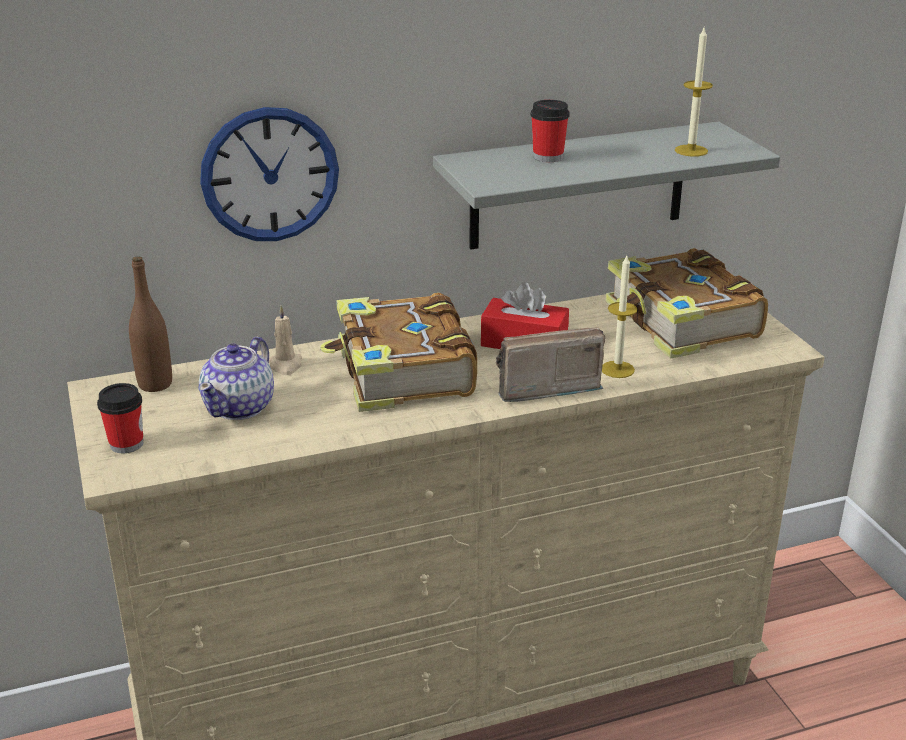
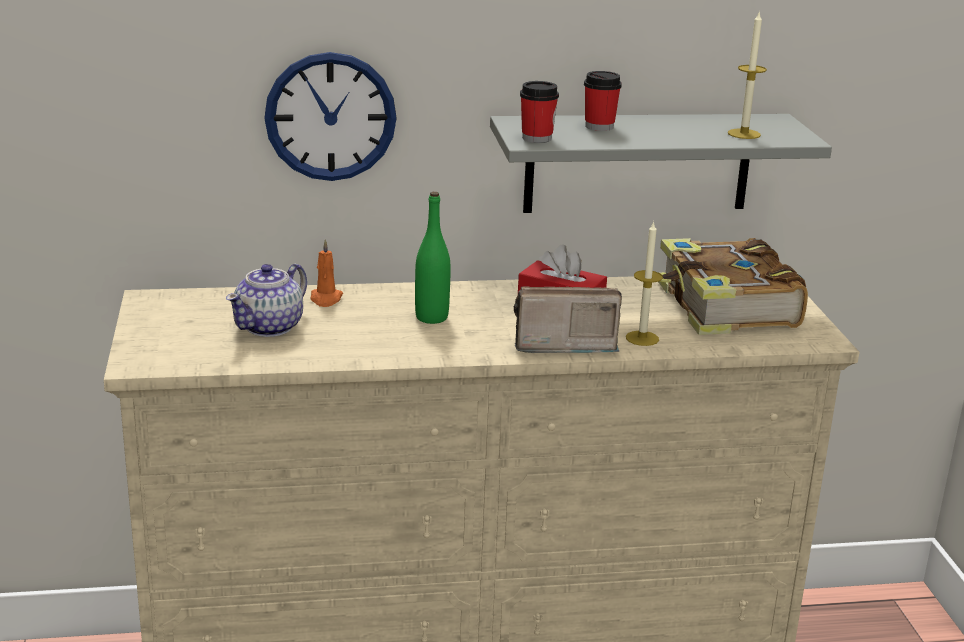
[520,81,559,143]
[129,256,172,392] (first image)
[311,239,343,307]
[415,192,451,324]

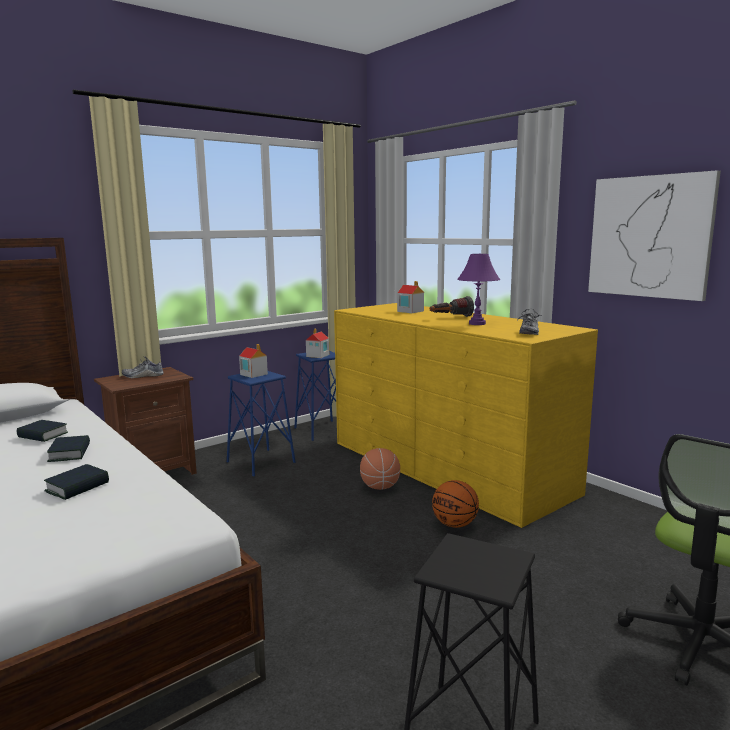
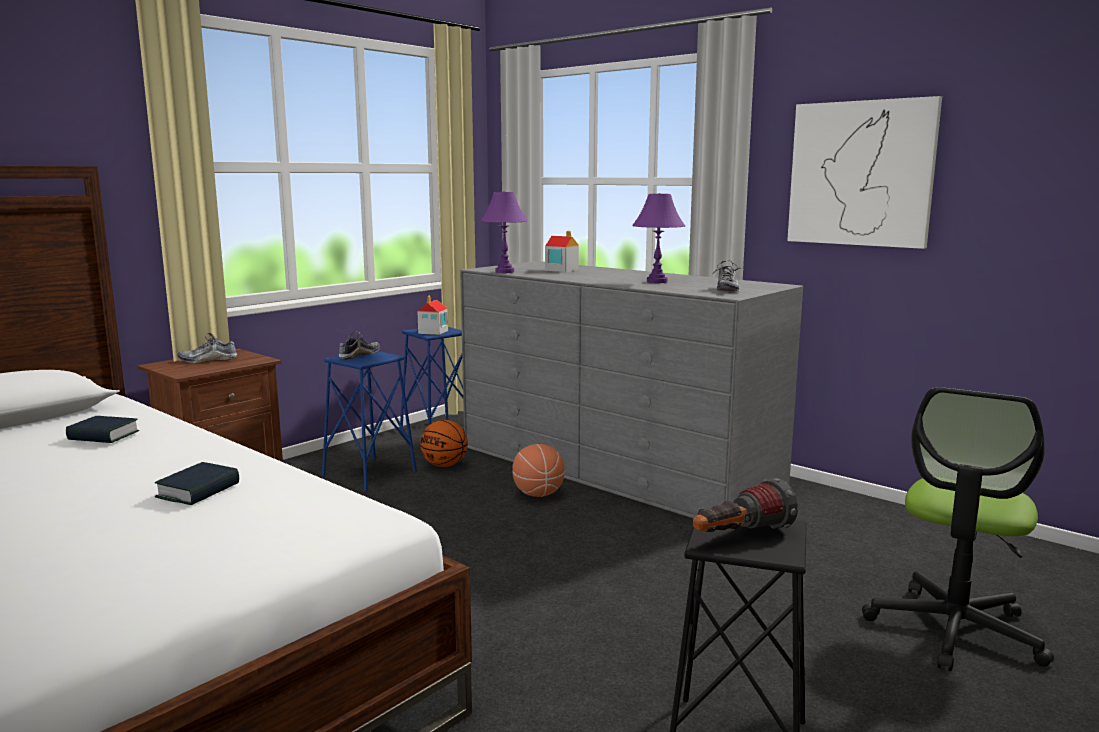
[47,435,90,462] (first image)
[339,331,380,359]
[460,261,803,518]
[693,478,798,532]
[420,420,468,467]
[481,191,528,273]

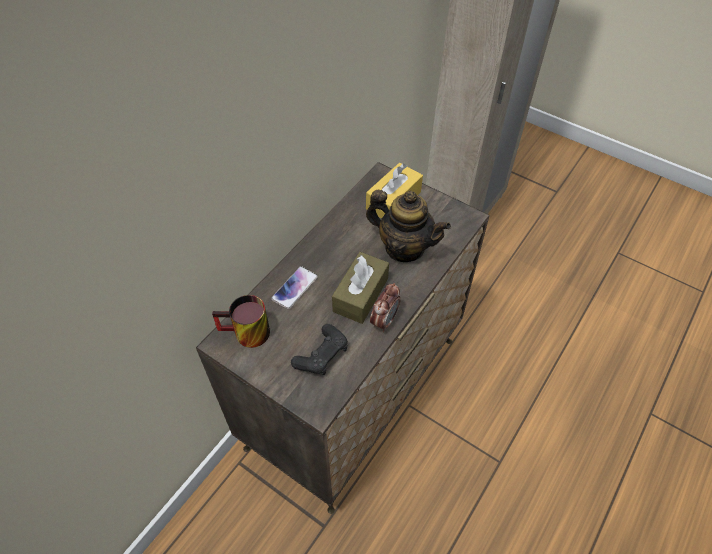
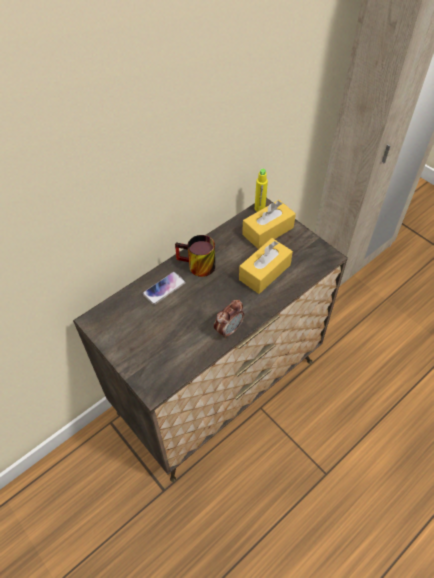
[175,235,215,277]
[291,324,348,375] (first image)
[332,252,389,324] (first image)
[239,238,293,294]
[255,169,268,212]

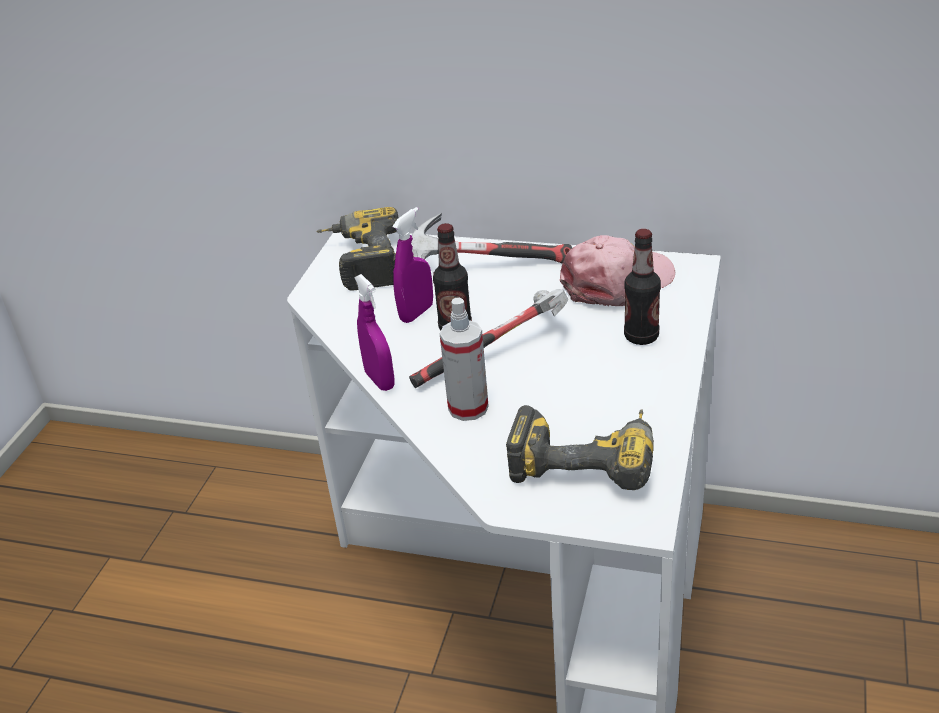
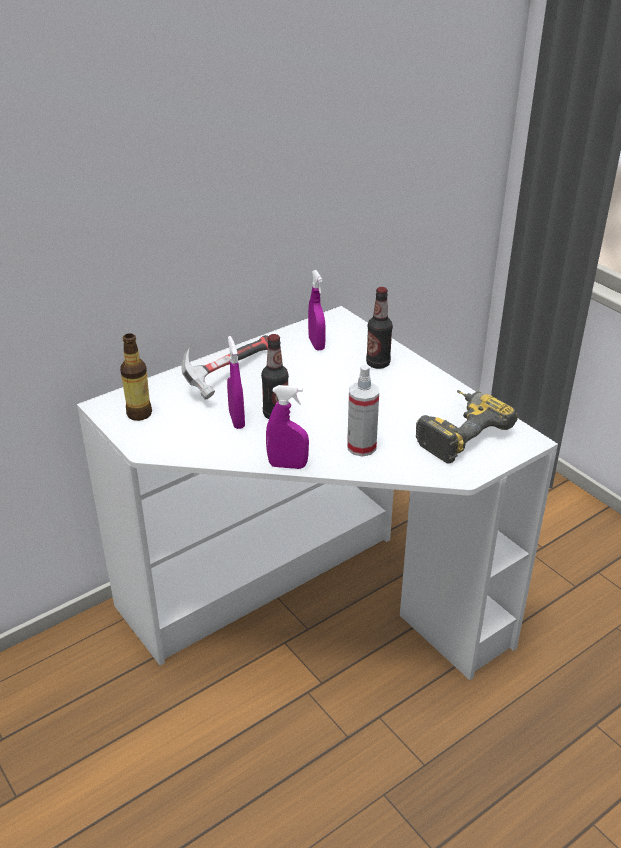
[120,333,152,421]
[409,289,568,388] (first image)
[308,270,326,351]

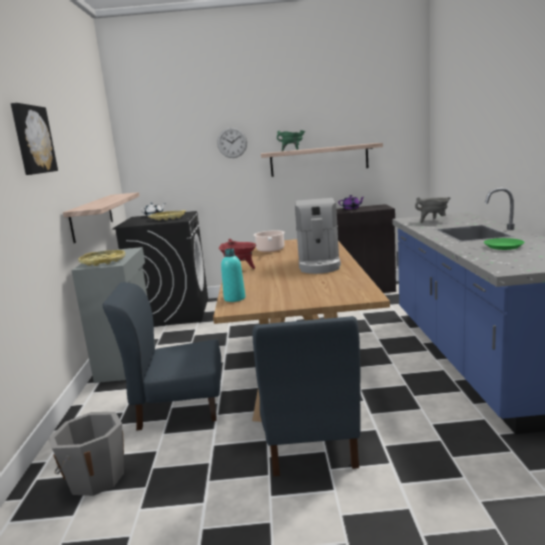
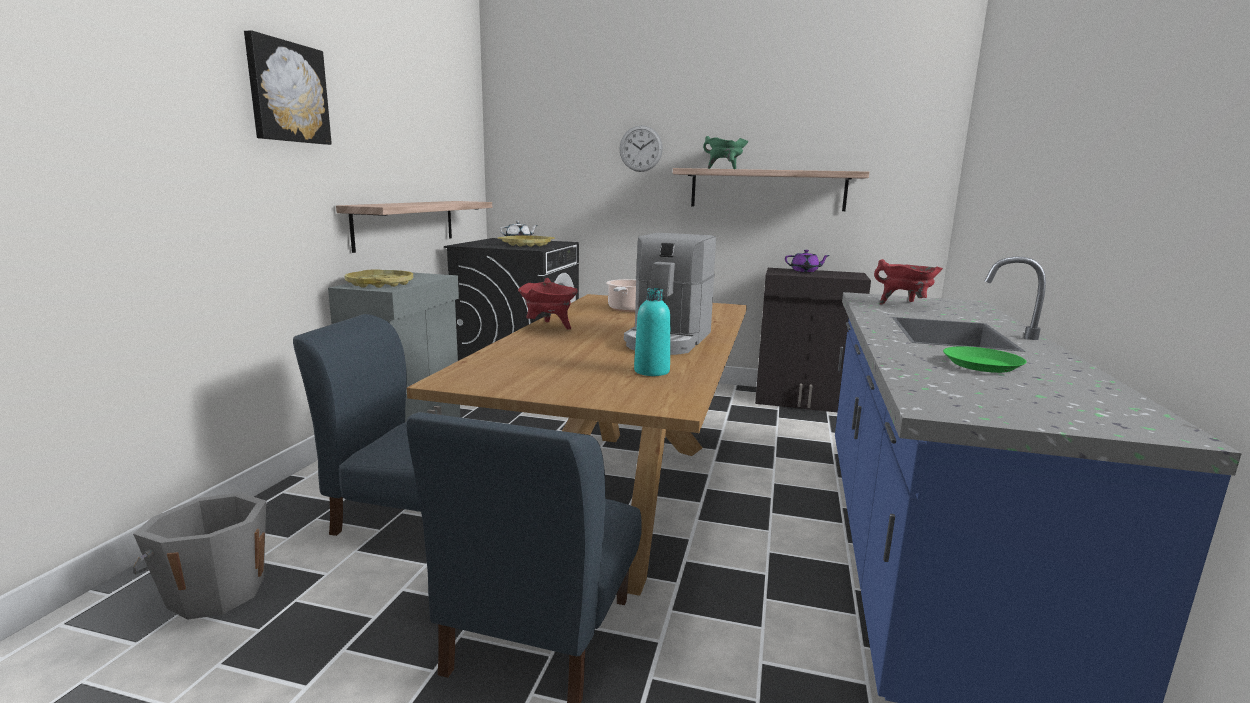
[634,288,670,376]
[874,259,943,304]

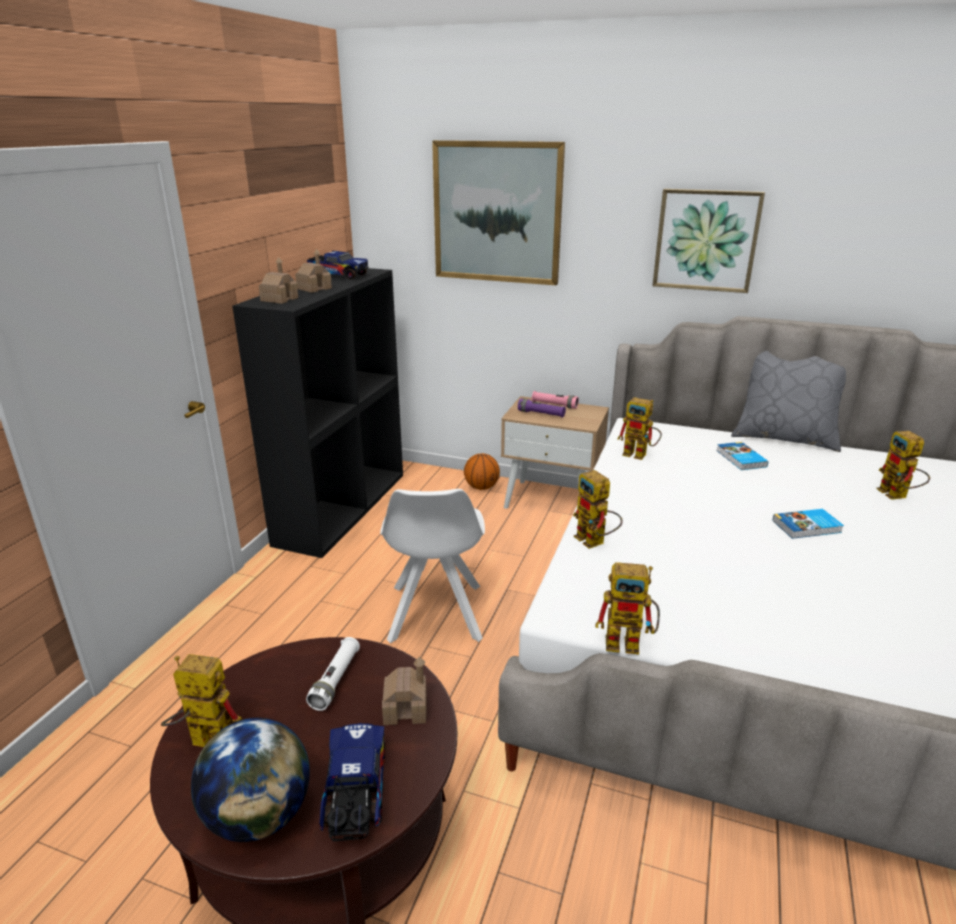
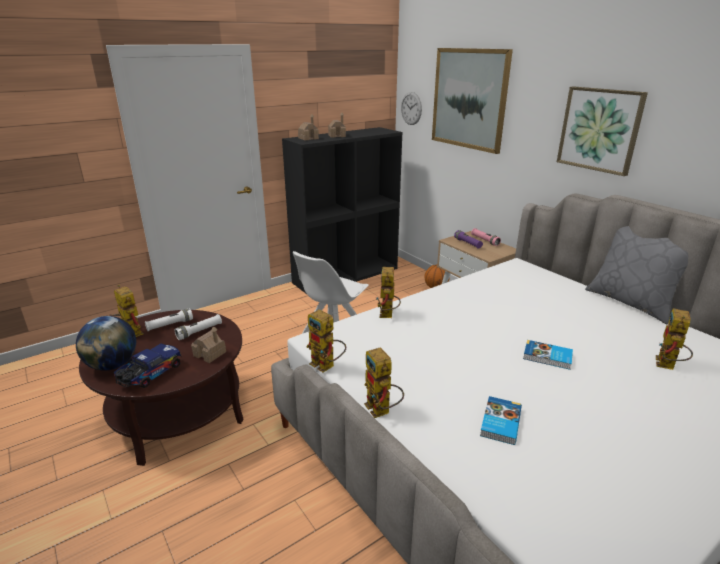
[307,251,369,280] (first image)
[364,347,404,418]
[480,396,522,445]
[145,308,193,331]
[401,92,422,125]

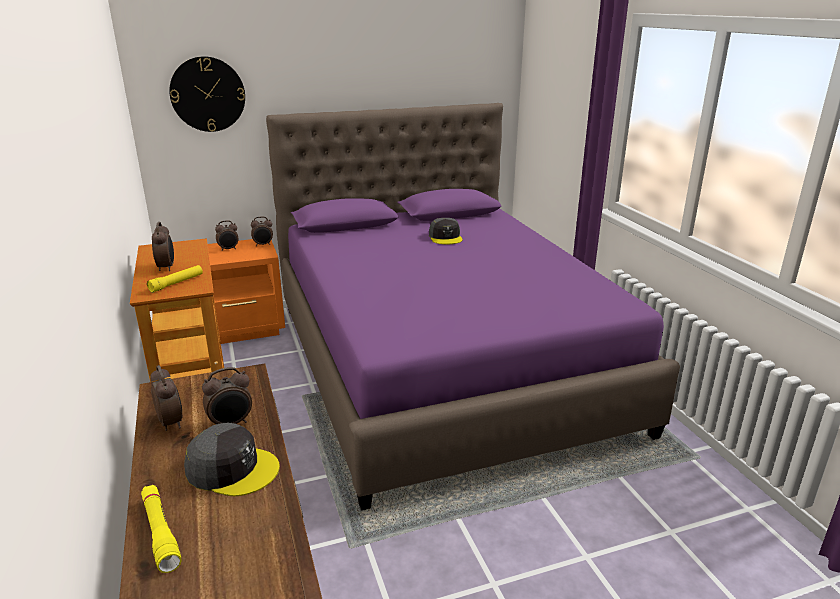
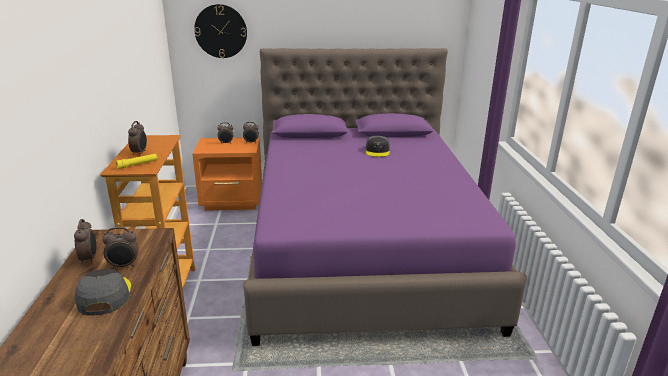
[141,485,181,573] (first image)
[75,269,131,316]

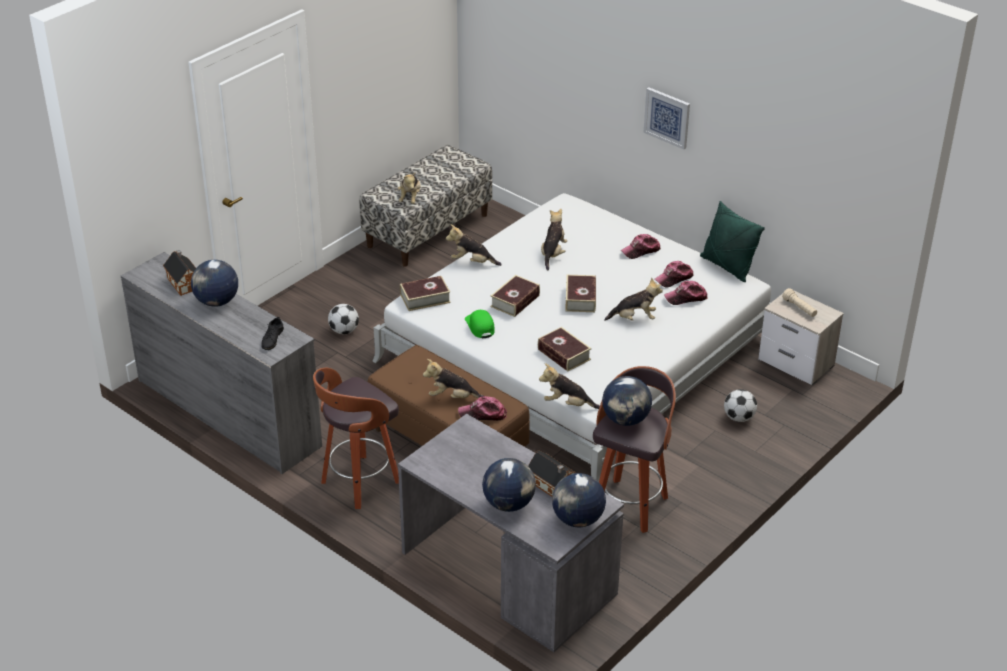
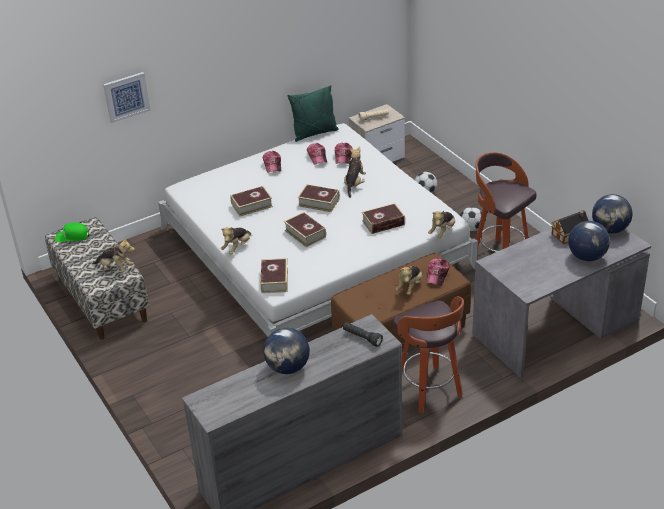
[163,250,196,296] (first image)
[343,322,383,347]
[460,207,482,232]
[55,223,89,242]
[230,186,273,216]
[602,376,652,426] (first image)
[103,72,151,123]

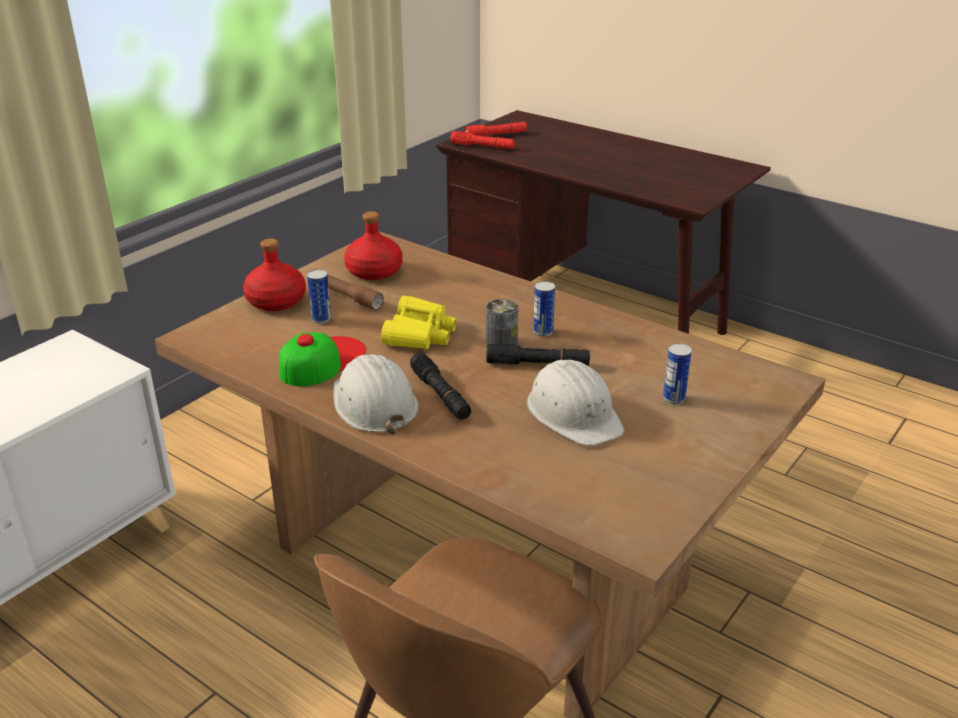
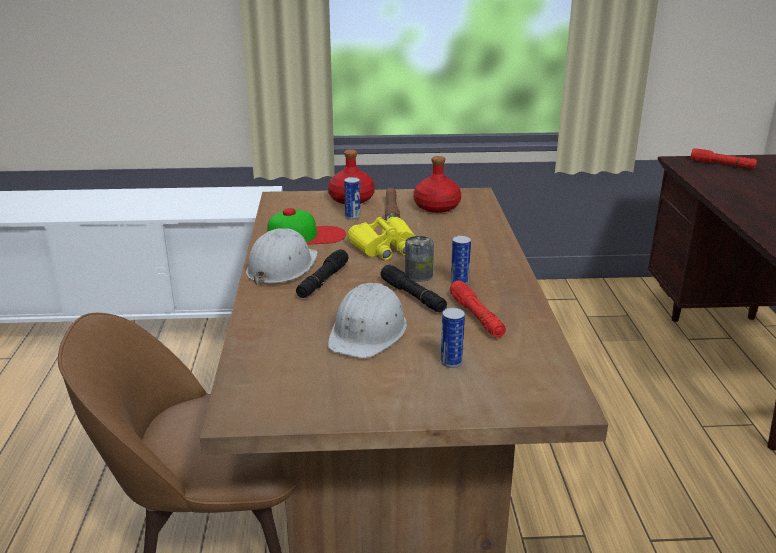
[450,281,506,338]

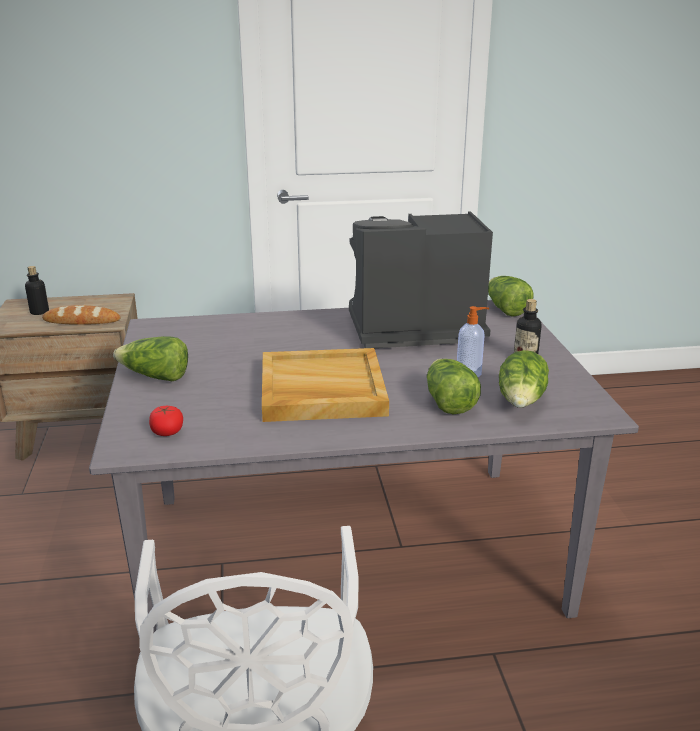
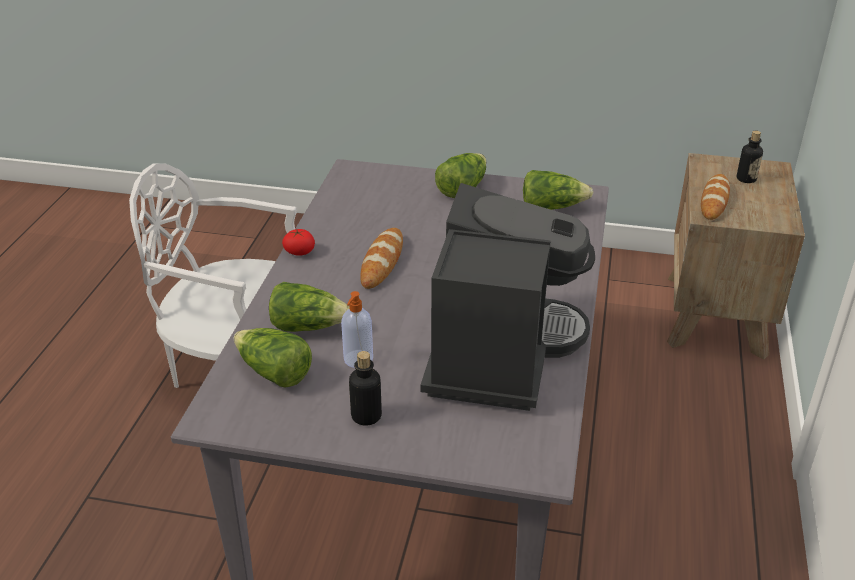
[282,228,315,256]
[360,228,403,289]
[523,170,593,210]

